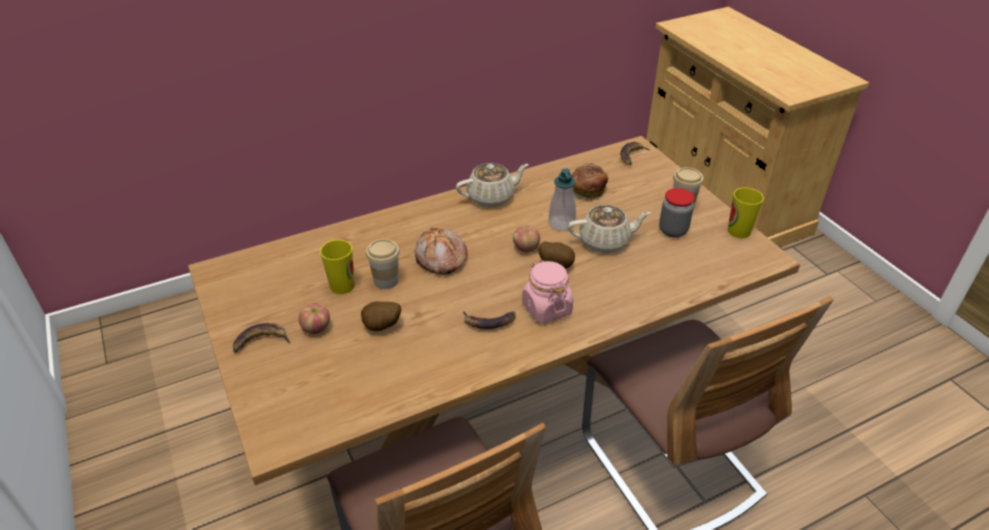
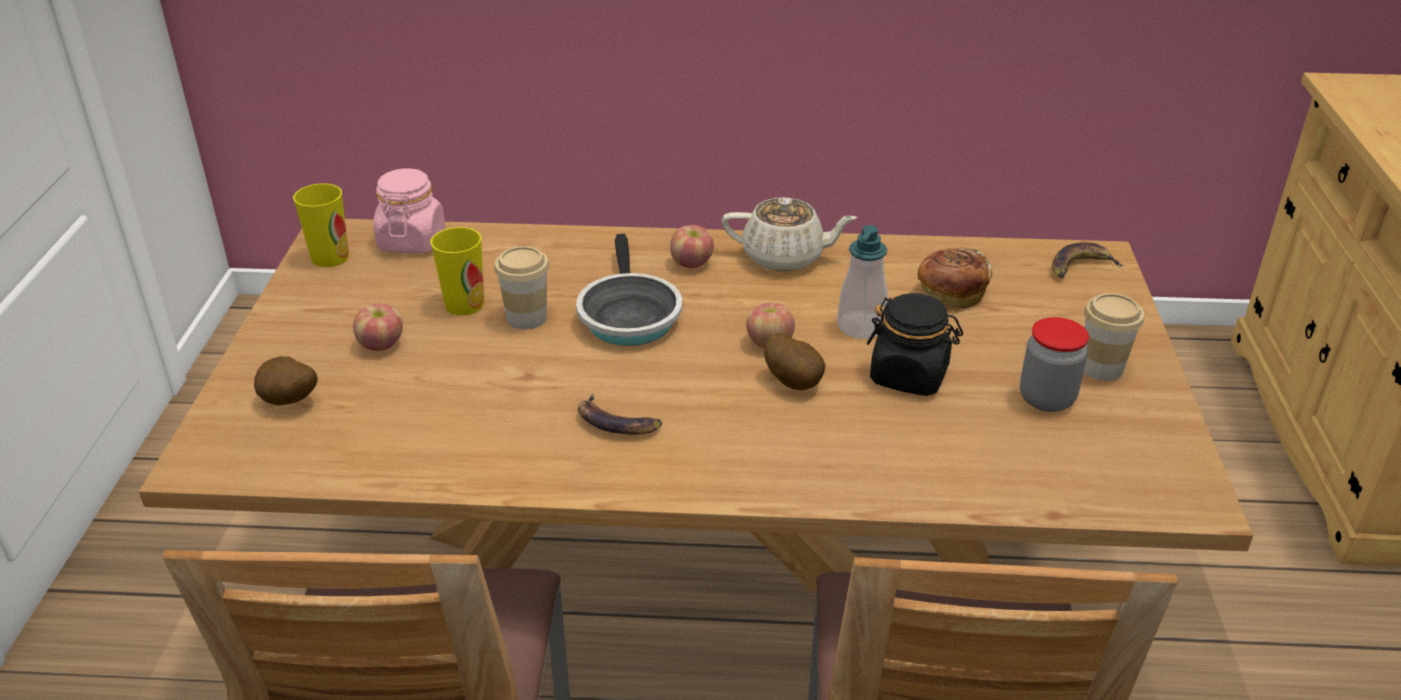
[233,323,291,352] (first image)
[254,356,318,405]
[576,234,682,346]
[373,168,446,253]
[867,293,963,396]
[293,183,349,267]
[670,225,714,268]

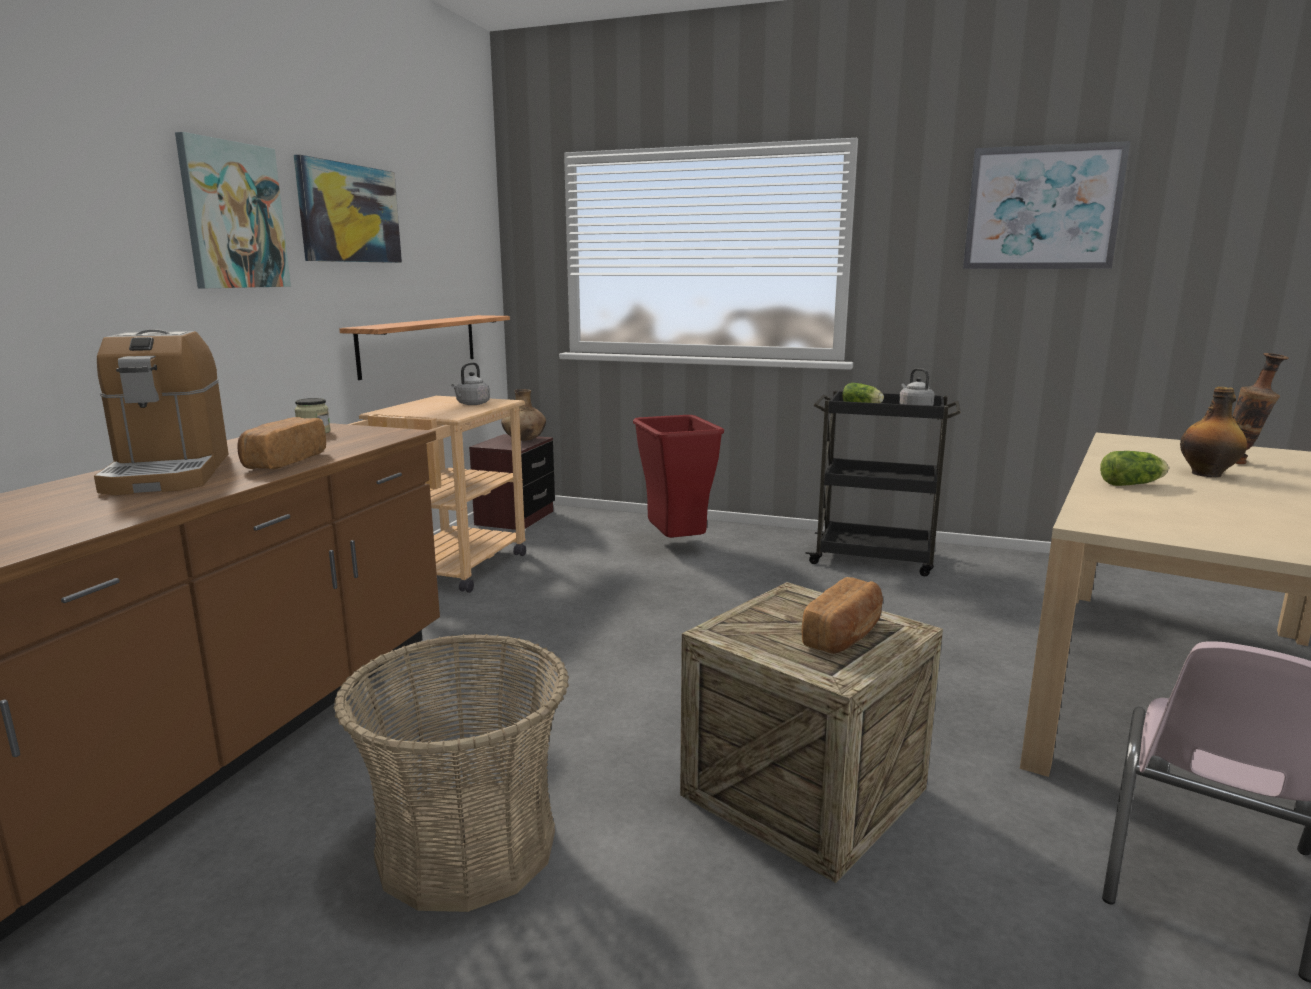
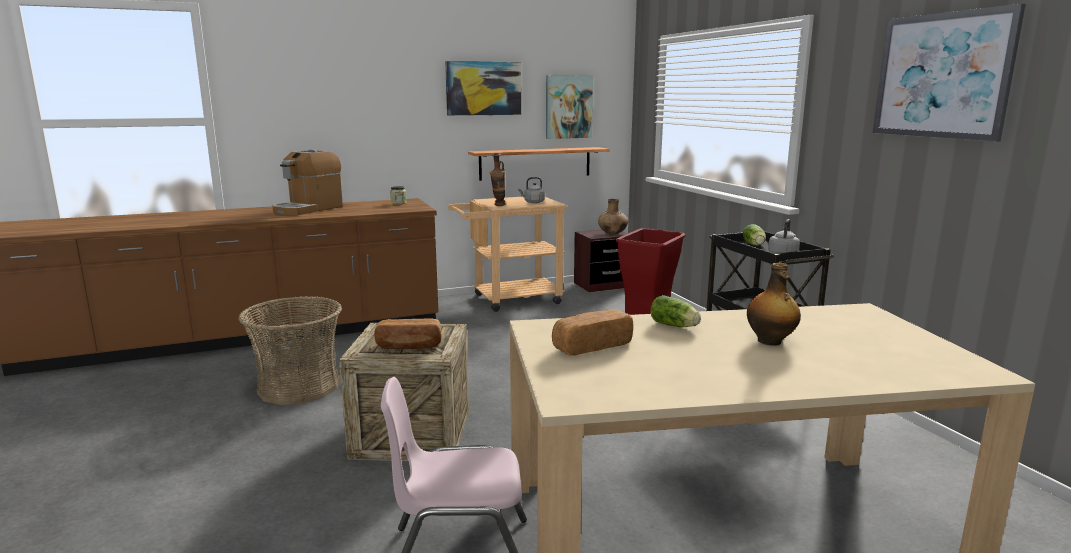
[546,75,593,139]
[552,309,633,355]
[490,153,505,206]

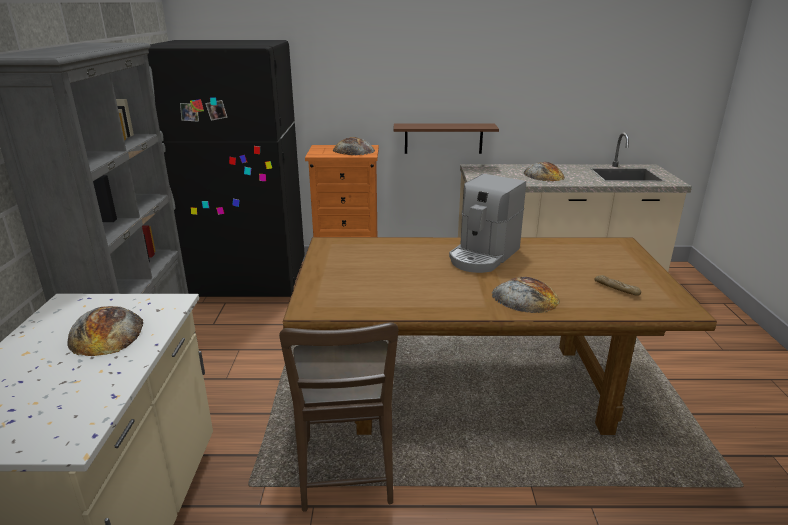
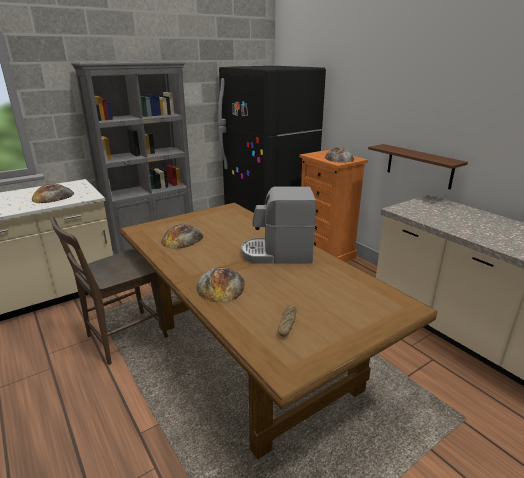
[161,224,203,249]

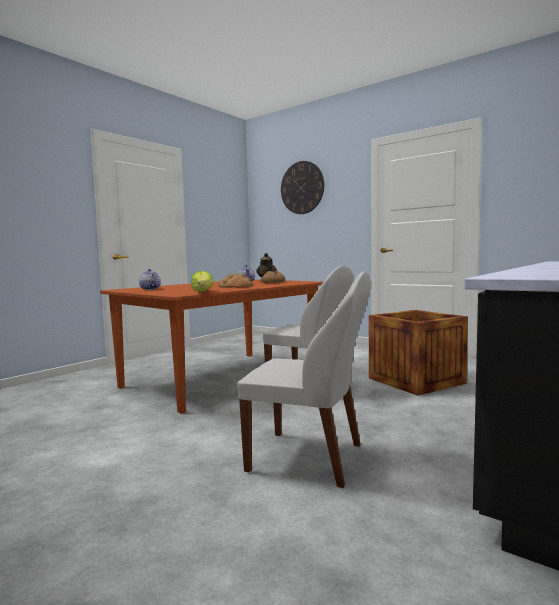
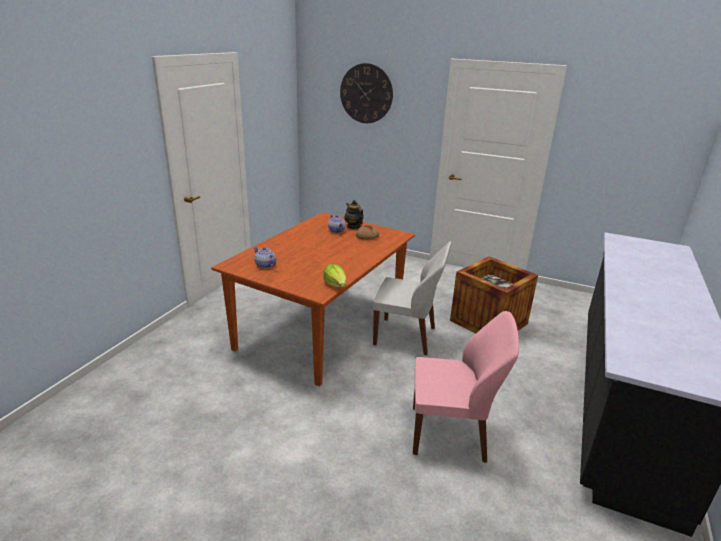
[218,273,253,288] (first image)
[413,311,519,463]

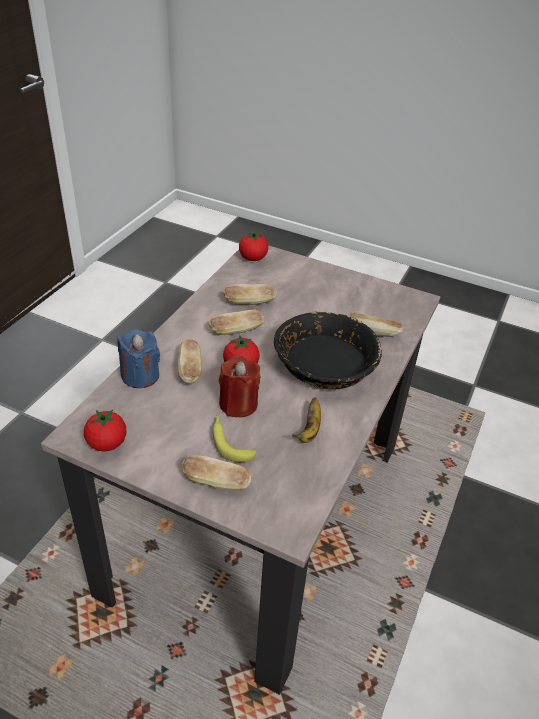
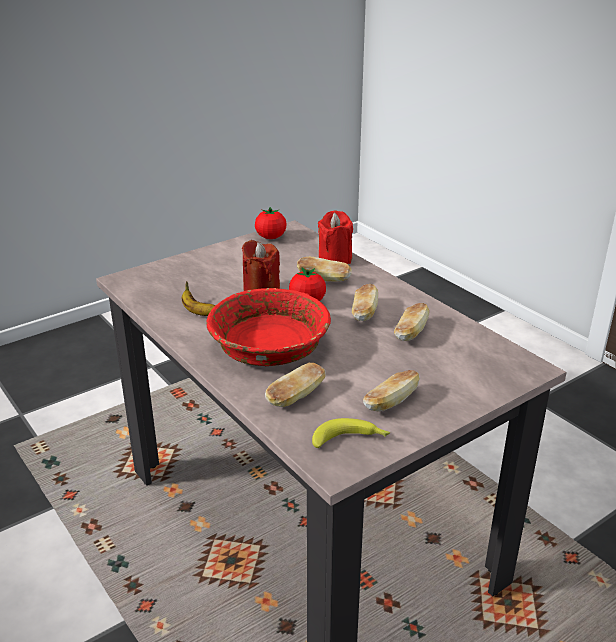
[318,210,353,264]
[363,370,420,411]
[312,418,391,448]
[239,230,268,261] (first image)
[207,288,331,366]

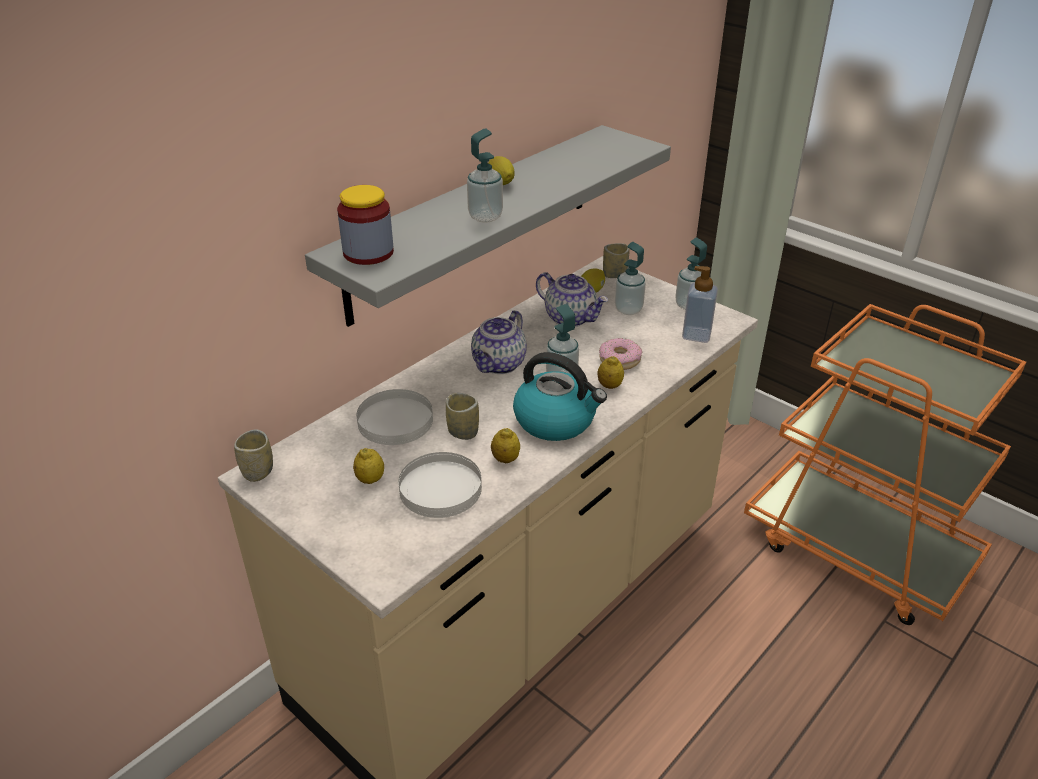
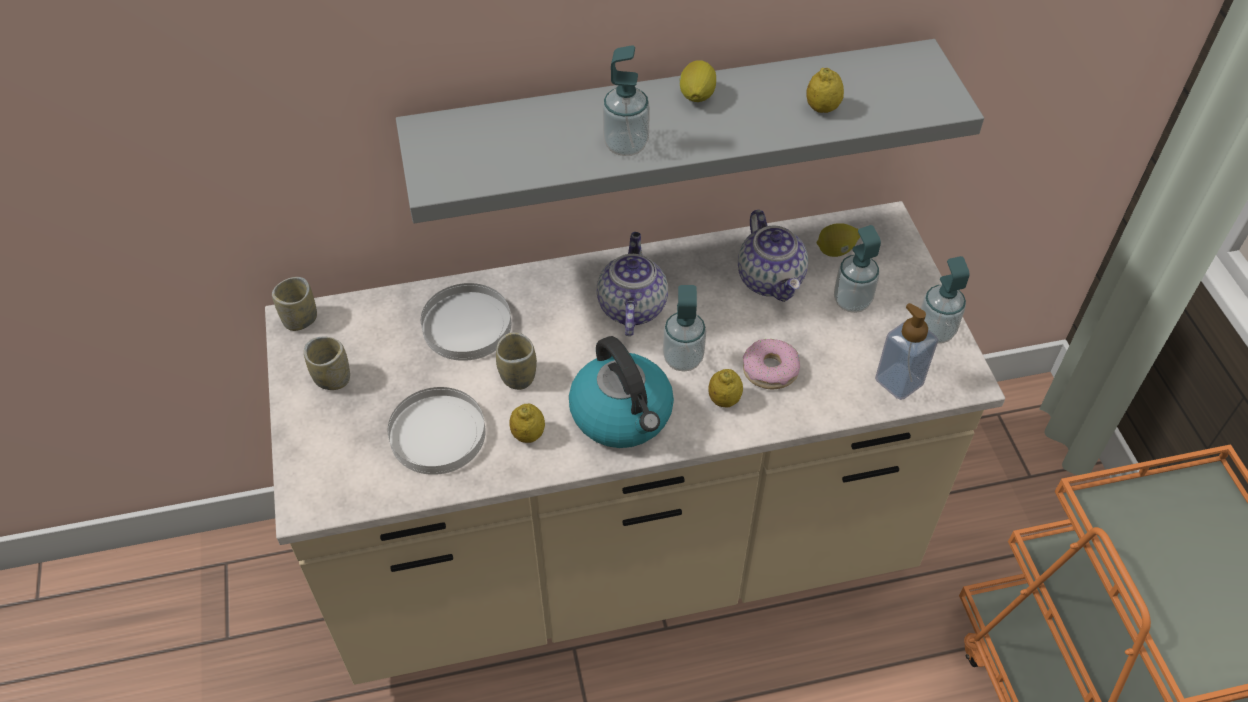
[337,185,394,265] (first image)
[806,68,844,113]
[597,232,668,336]
[304,337,350,390]

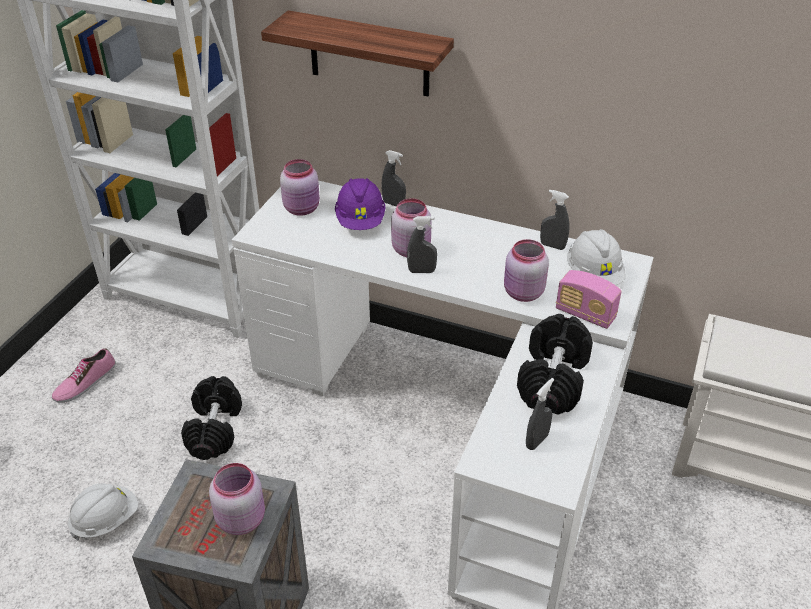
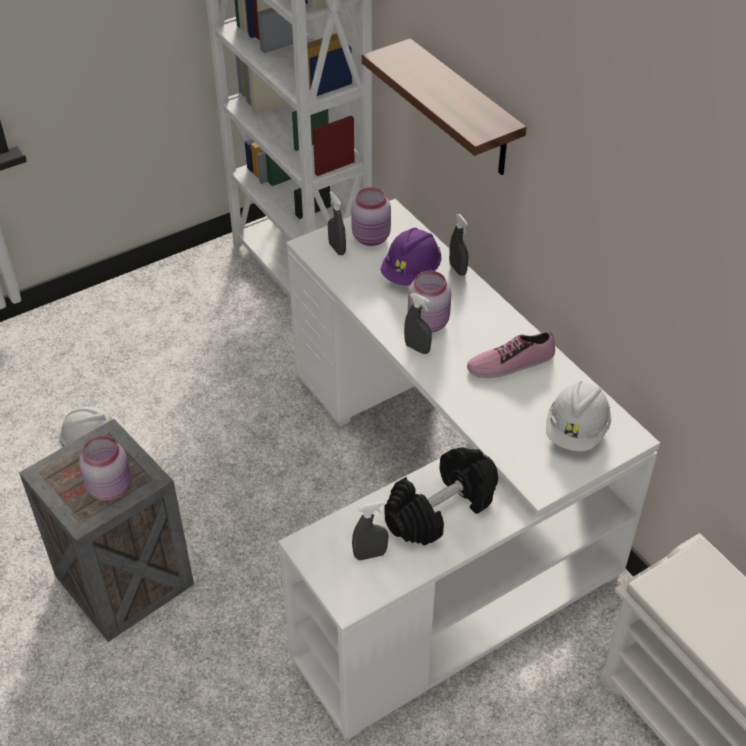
[467,332,555,378]
[181,376,242,460] (first image)
[504,239,549,302] (first image)
[328,191,346,256]
[556,270,622,329] (first image)

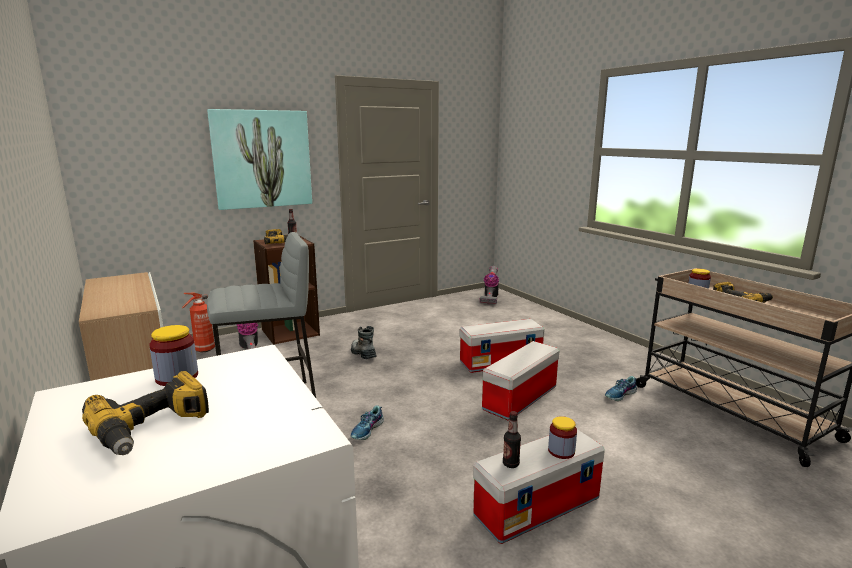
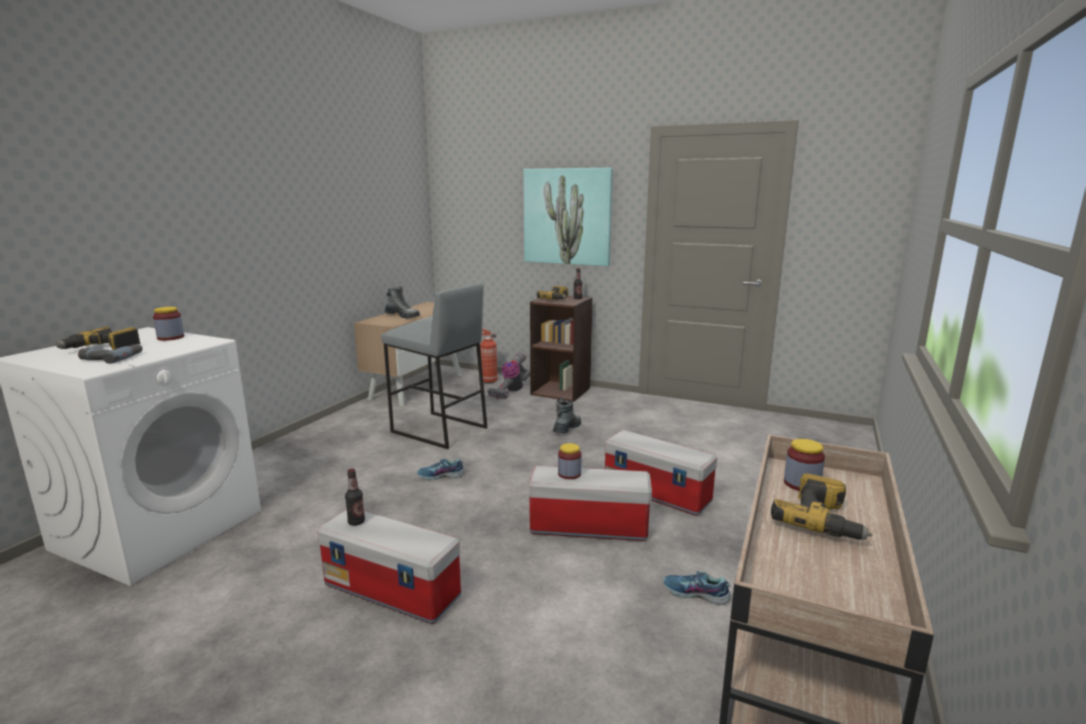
[480,266,499,304] (first image)
[558,443,582,479]
[78,344,142,364]
[385,286,420,318]

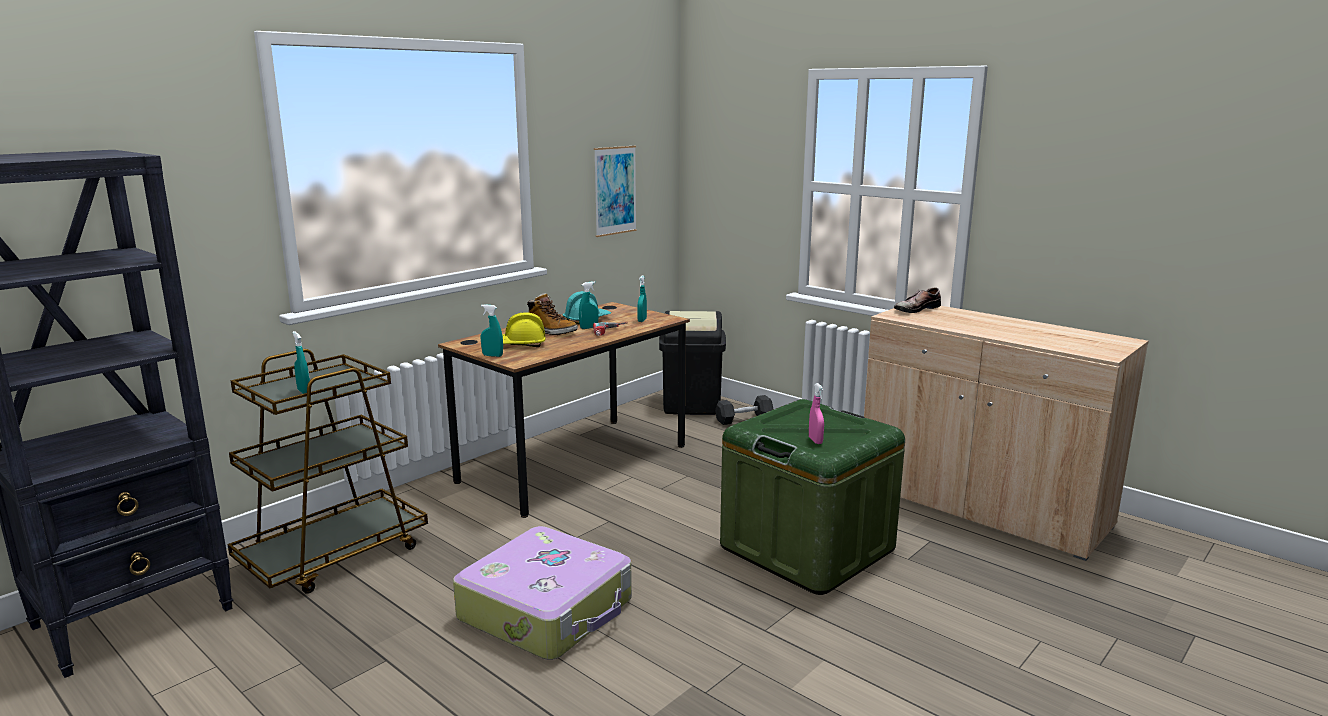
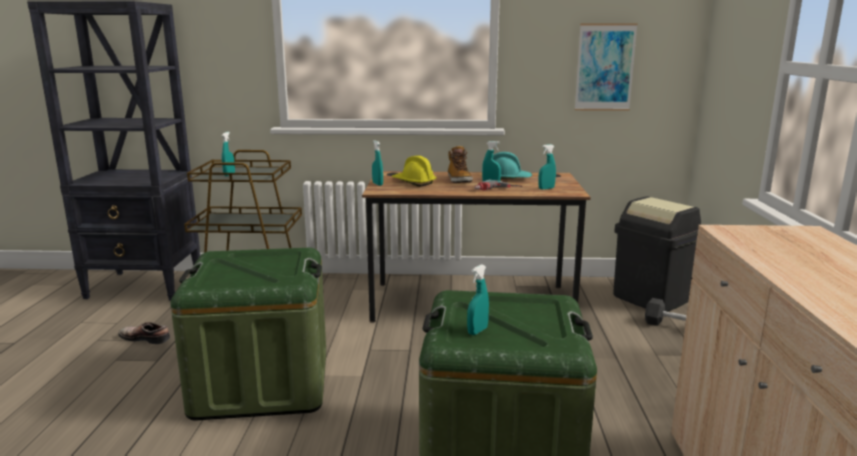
[170,248,326,421]
[467,264,489,335]
[118,322,170,344]

